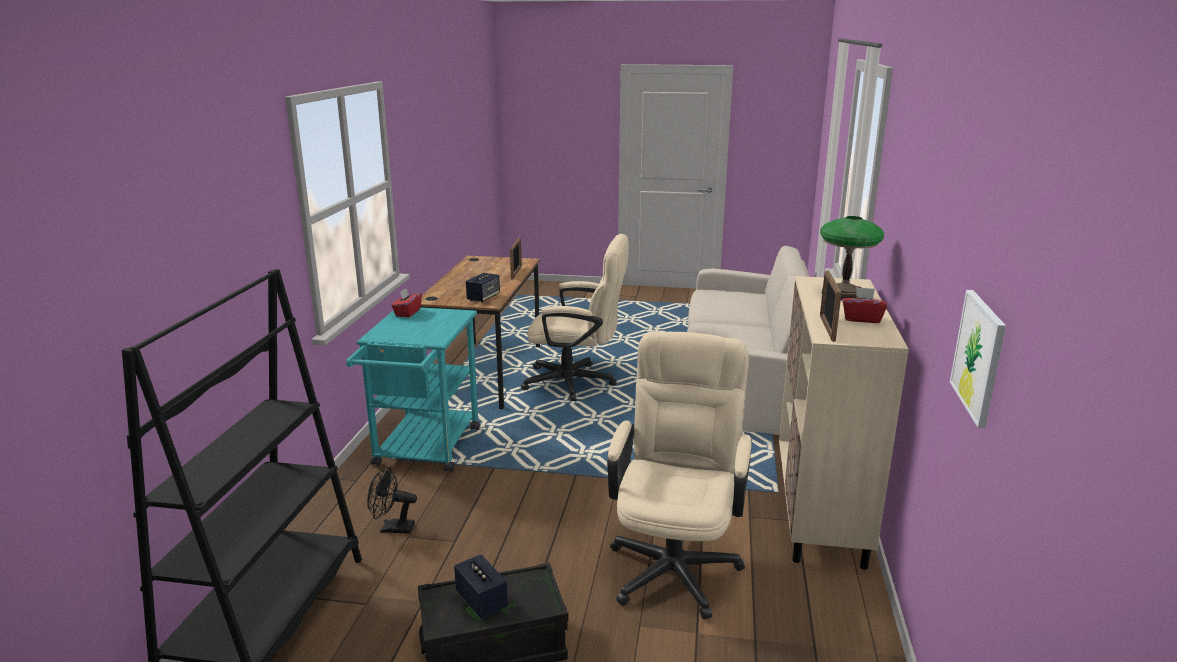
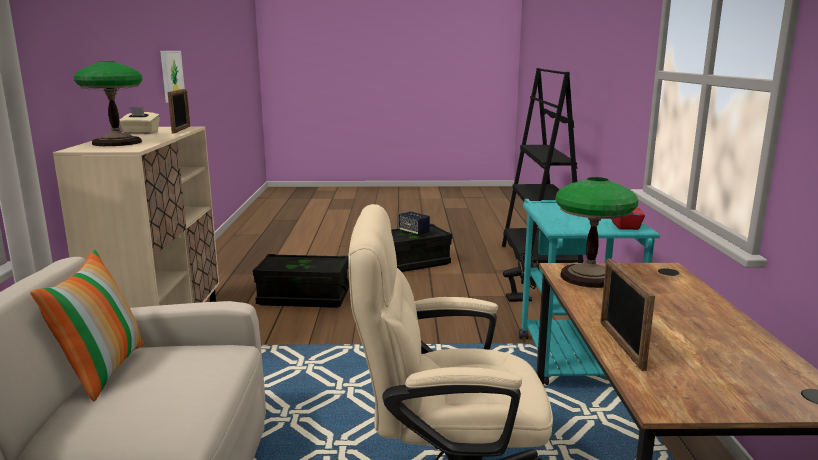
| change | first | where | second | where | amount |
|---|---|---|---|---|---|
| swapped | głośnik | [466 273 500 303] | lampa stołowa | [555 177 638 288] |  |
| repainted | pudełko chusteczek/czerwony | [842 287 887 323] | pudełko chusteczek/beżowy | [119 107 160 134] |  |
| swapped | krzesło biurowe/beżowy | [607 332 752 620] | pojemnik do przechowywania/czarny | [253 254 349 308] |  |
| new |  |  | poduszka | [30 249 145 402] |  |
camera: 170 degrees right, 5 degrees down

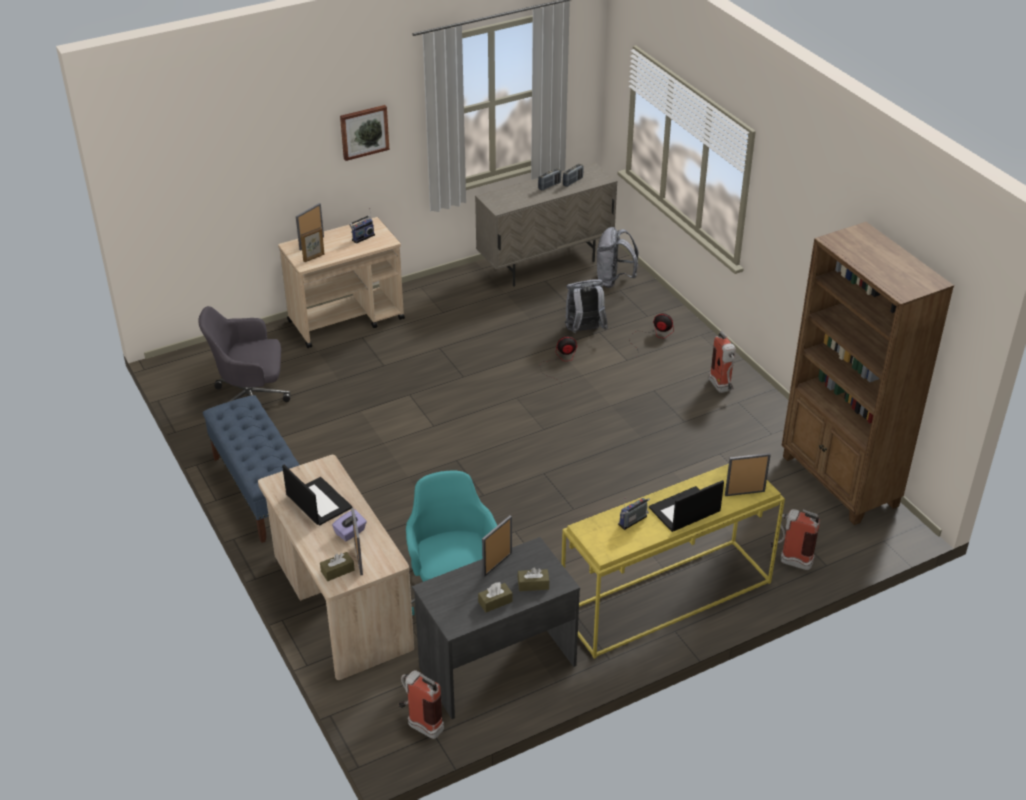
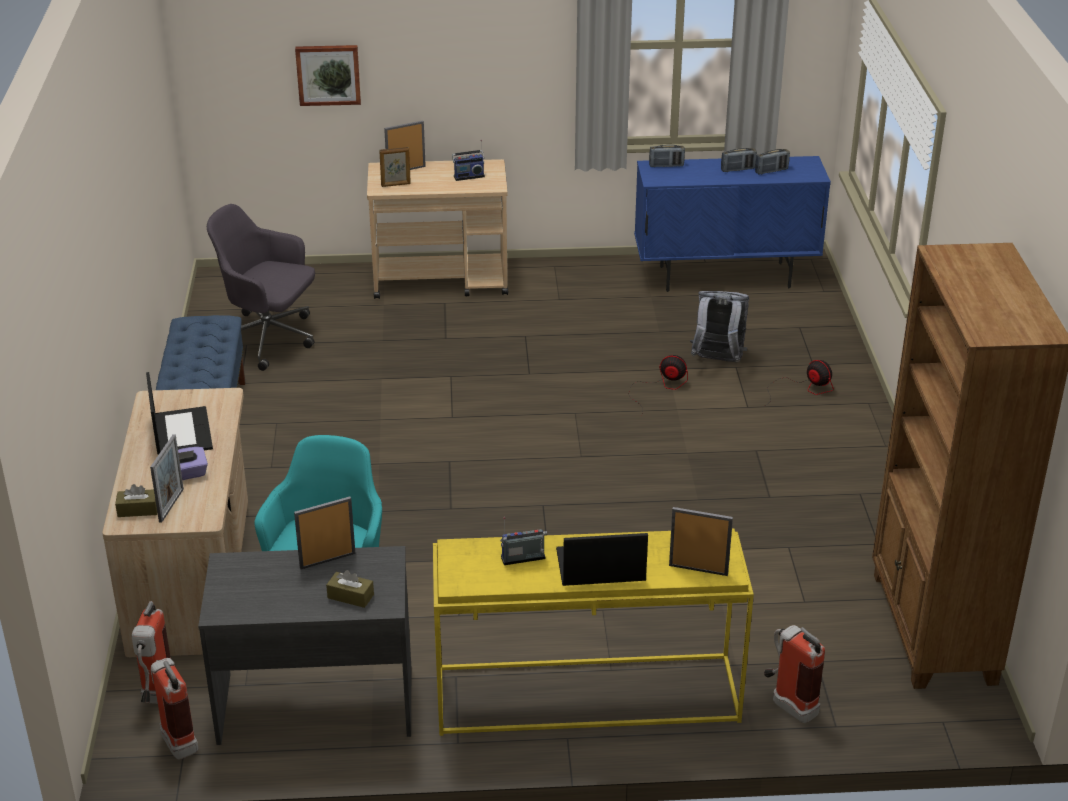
| change | first | where | second | where | amount |
|---|---|---|---|---|---|
| shifted | obraz | [340 105 390 161] |  | [295 45 361 106] |  |
| repainted | szafka/beżowy | [475 162 618 287] | szafka/niebieski | [634 156 831 292] |  |
| gone | plecak/szary | [597 227 638 288] |  |  |  |
| shifted | gaśnica | [709 331 736 393] |  | [132 601 171 704] |  |
| gone | pudełko chusteczek/brązowy | [478 582 513 613] |  |  |  |
| new |  |  | radio | [649 144 685 167] |  |
camera: 25 degrees right, 5 degrees down

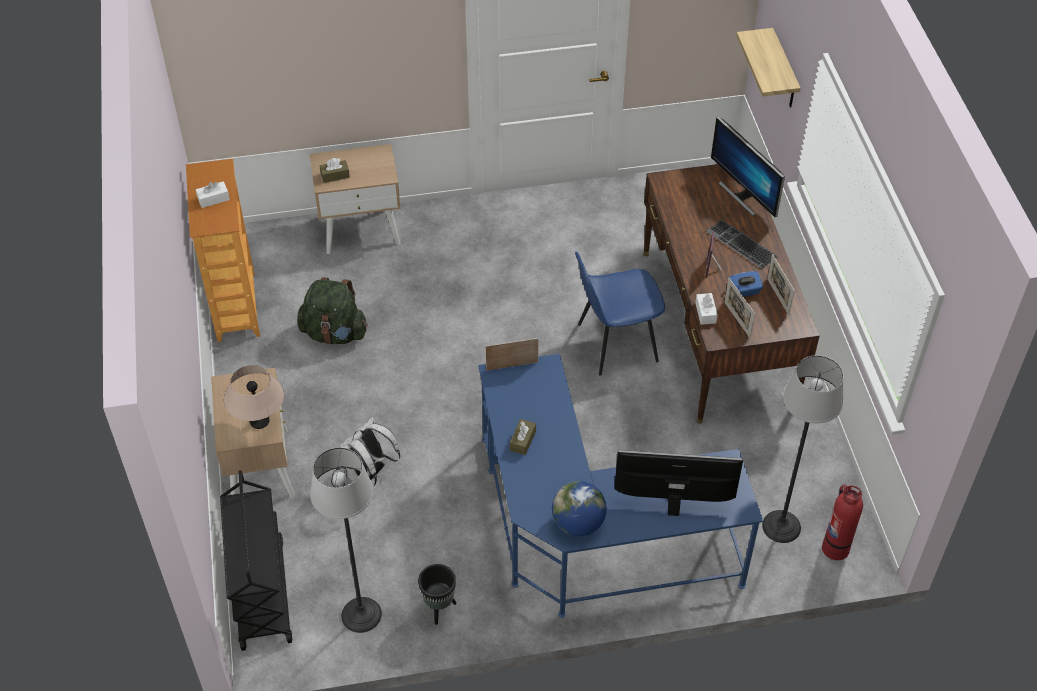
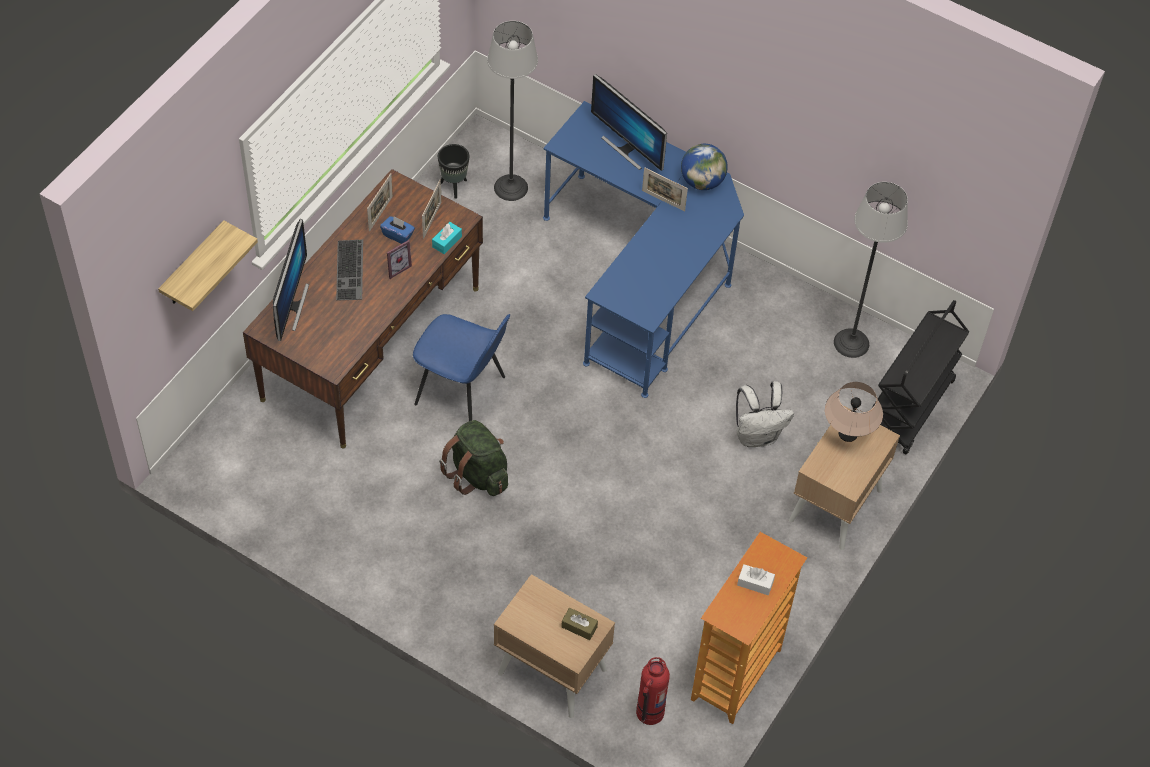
| change | first | where | second | where | amount |
|---|---|---|---|---|---|
| shifted | plecak/zielony | [297 277 368 344] |  | [439 420 508 496] |  |
| repainted | pudełko chusteczek/biały | [695 293 718 325] | pudełko chusteczek/turkusowy | [432 222 462 254] |  |
| shifted | ramka na zdjęcie | [485 338 539 371] |  | [642 167 688 212] |  |
| gone | pudełko chusteczek/brązowy | [510 419 536 455] |  |  |  |
| shifted | gaśnica | [822 484 863 560] |  | [636 657 670 725] |  |
| shifted | donica/czarny | [418 564 457 625] |  | [438 144 469 199] |  |
camera: 140 degrees left, 5 degrees up

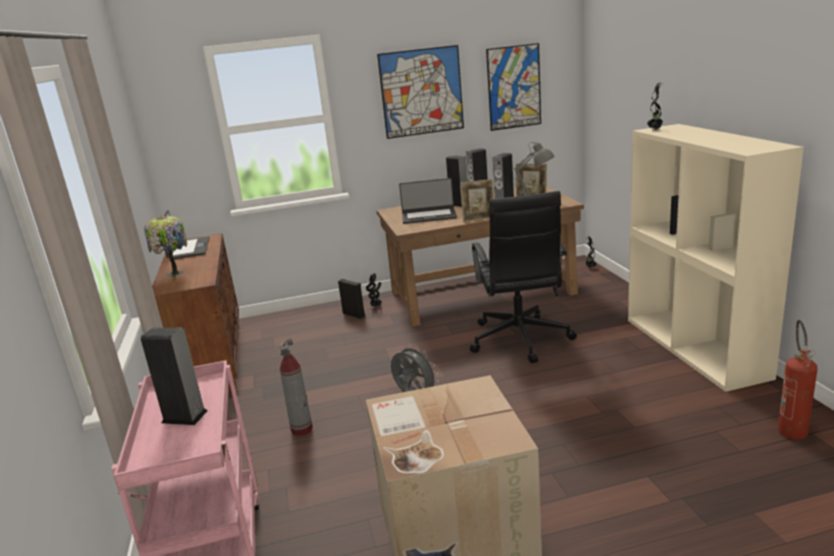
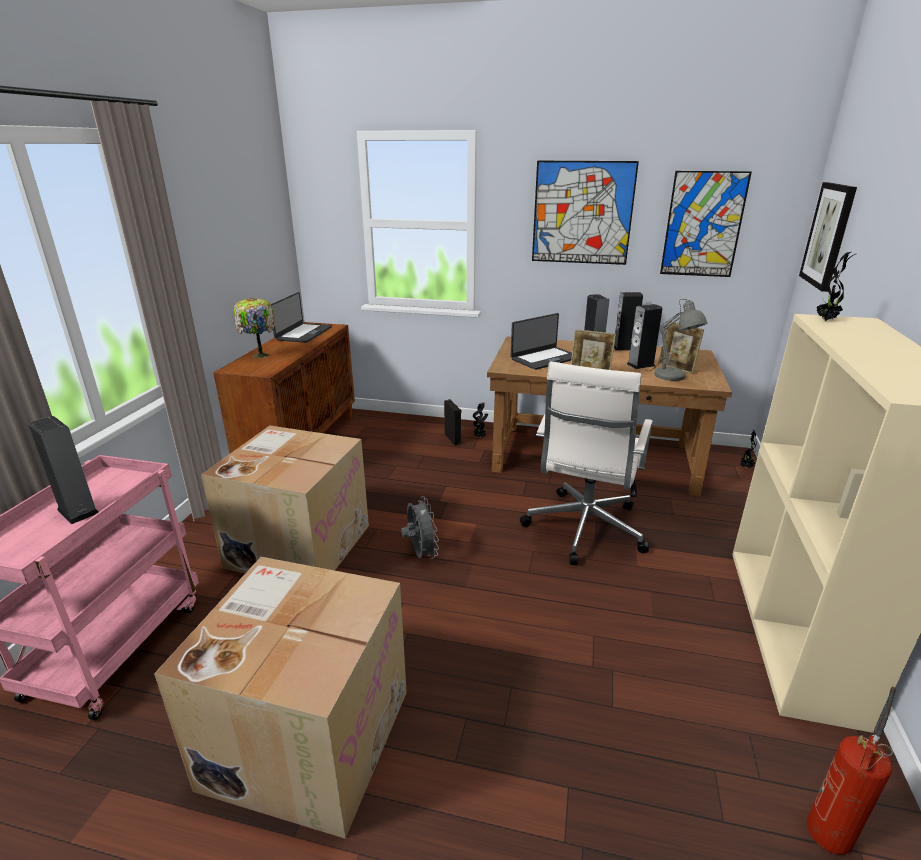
| change | first | where | second | where | amount |
|---|---|---|---|---|---|
| rotated | laptop | [399 178 457 224] |  | [511 313 572 370] | 60 degrees counterclockwise |
| repainted | krzesło biurowe/czarny | [470 191 577 363] | krzesło biurowe/biały | [520 361 653 565] |  |
| swapped | gaśnica | [279 338 313 436] | karton | [201 426 369 574] |  |
| new |  |  | obraz | [799 182 857 292] |  |
camera: 25 degrees right, 5 degrees up

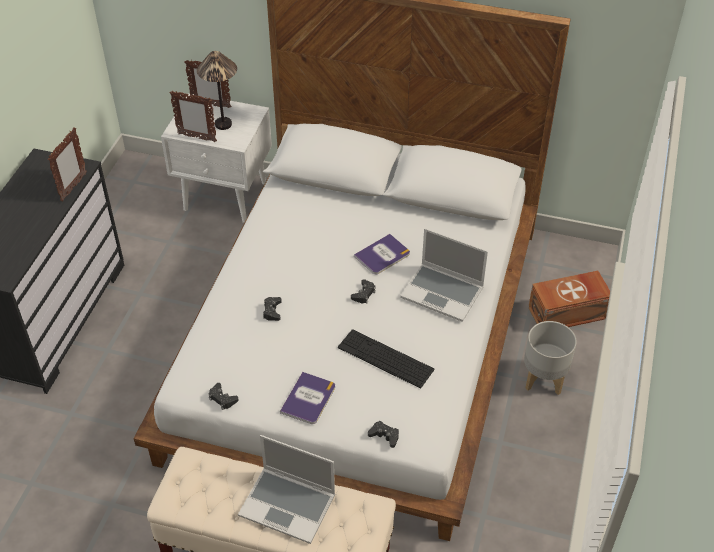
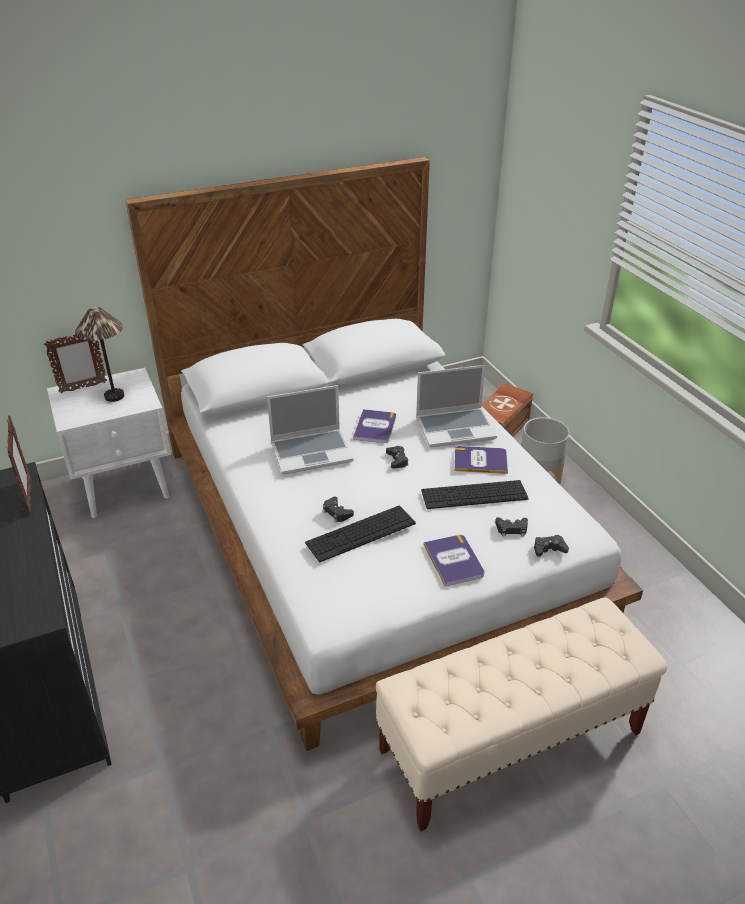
| change | first | where | second | where | amount |
|---|---|---|---|---|---|
| gone | ramka na zdjęcie | [170 91 217 142] |  |  |  |
| shifted | pad do gier/czarny | [208 383 239 410] |  | [495 517 528 536] |  |
| shifted | laptop | [238 435 335 544] |  | [267 385 354 475] |  |
| new |  |  | książka | [455 446 508 474] |  |
| new |  |  | klawiatura | [305 505 416 563] |  |
camera: 40 degrees left, 10 degrees down

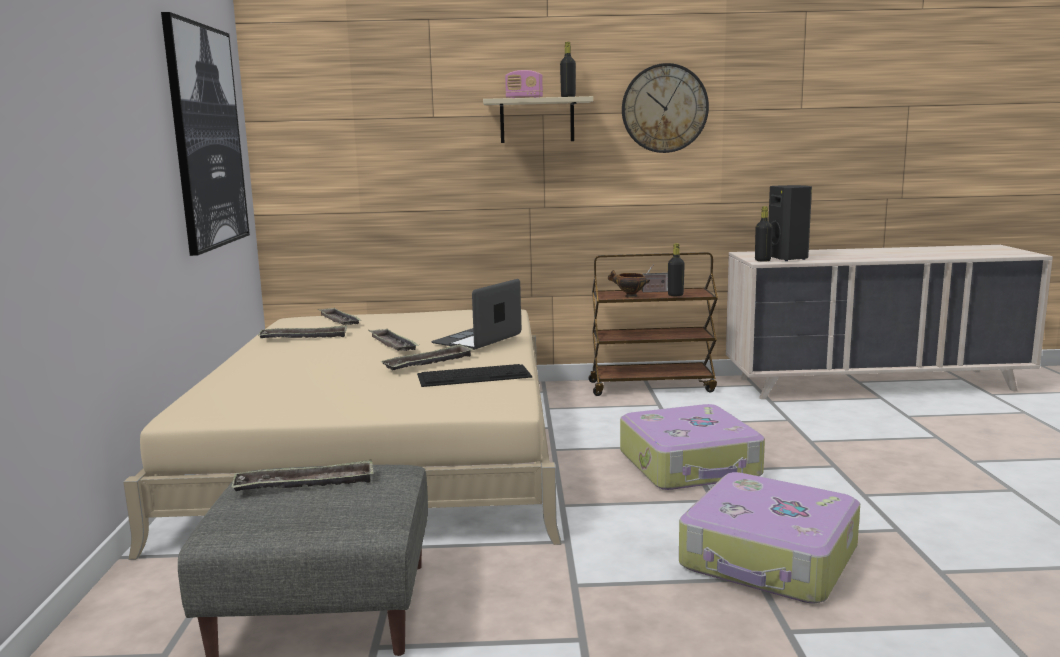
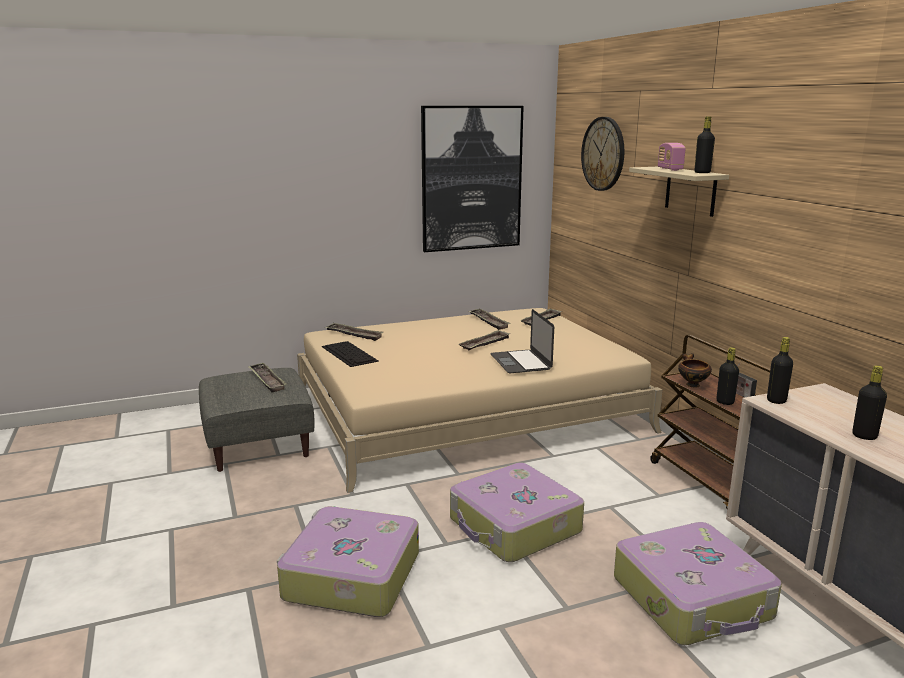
| change | first | where | second | where | amount |
|---|---|---|---|---|---|
| shifted | zegar ścienny | [622 63 709 153] |  | [581 117 624 191] |  |
| gone | głośnik/czarny | [769 185 812 261] |  |  |  |
| rotated | laptop | [431 279 521 350] |  | [490 309 554 373] | 120 degrees counterclockwise |
| shifted | taca | [380 344 474 370] |  | [325 323 384 341] |  |
| shifted | klawiatura | [417 364 532 387] |  | [322 341 379 367] |  |
| new |  |  | butelka/czarny | [852 365 887 440] |  |
| new |  |  | walizka | [614 522 782 645] |  |
camera: 70 degrees right, 5 degrees up

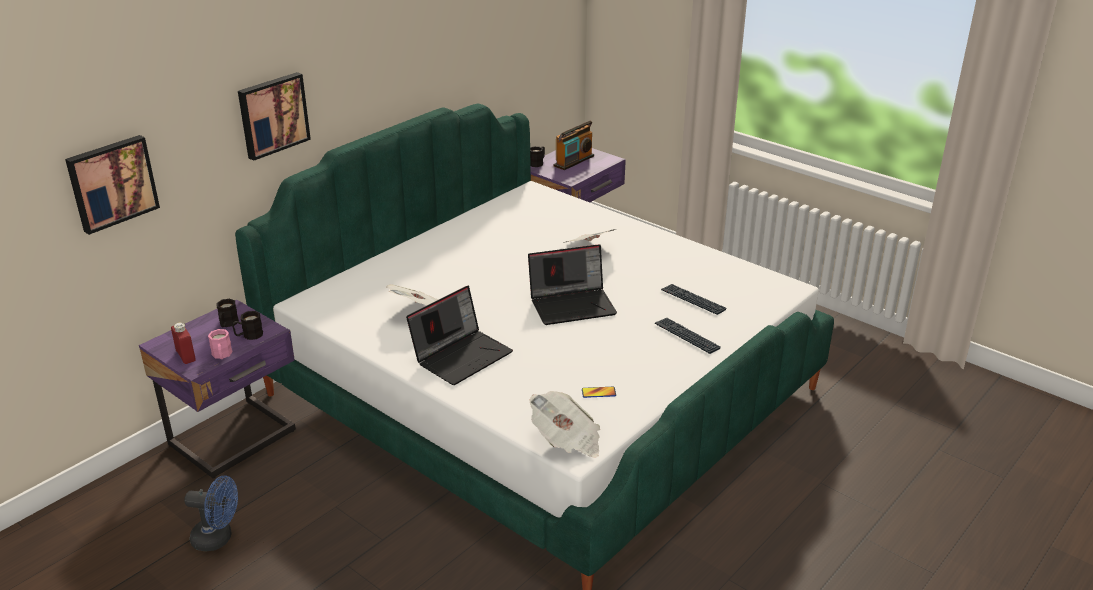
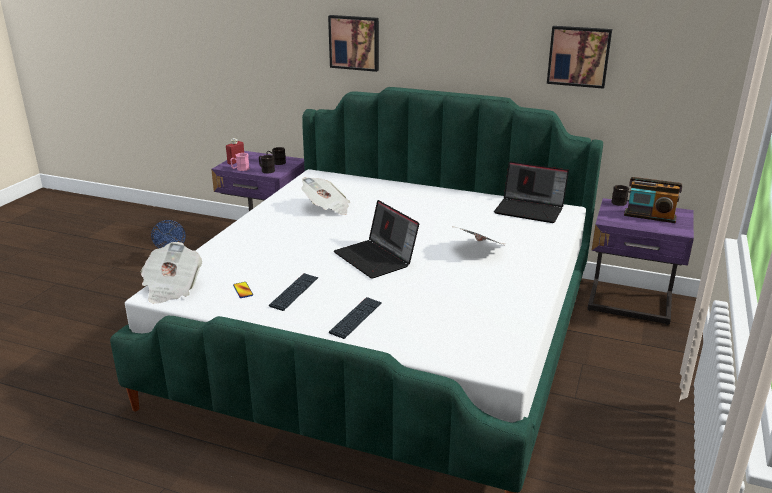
| change | first | where | second | where | amount |
|---|---|---|---|---|---|
| shifted | obraz | [65 135 160 235] |  | [547 26 612 89] |  |
| shifted | klawiatura | [661 284 727 315] |  | [269 273 319 311] |  |
| shifted | laptop | [406 286 513 385] |  | [494 161 569 223] |  |
camera: 70 degrees right, 5 degrees down

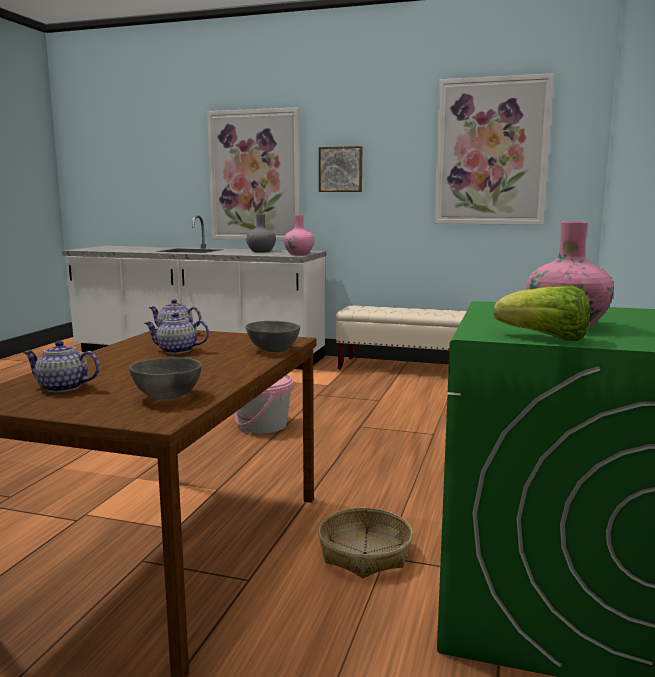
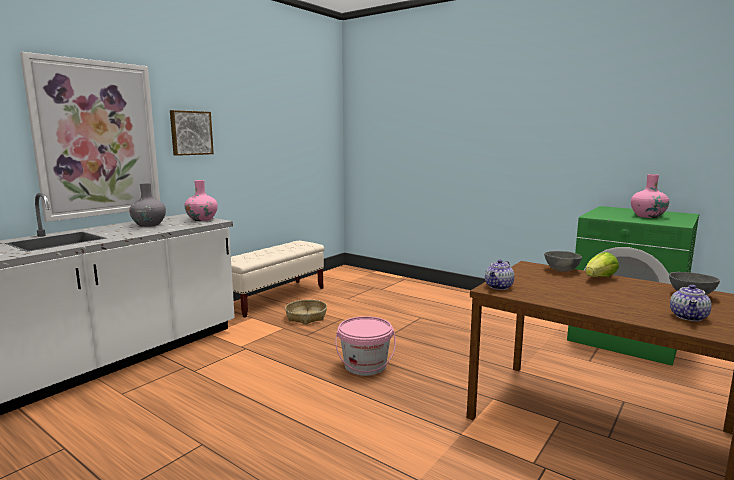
| change | first | where | second | where | amount |
|---|---|---|---|---|---|
| gone | obraz | [434 73 554 225] |  |  |  |
| shifted | sałata | [494 286 590 341] |  | [585 252 619 277] |  |
| gone | imbryk | [144 313 209 354] |  |  |  |
| shifted | koszyk | [318 508 413 578] |  | [285 300 327 325] |  |
camera: 70 degrees left, 0 degrees up

